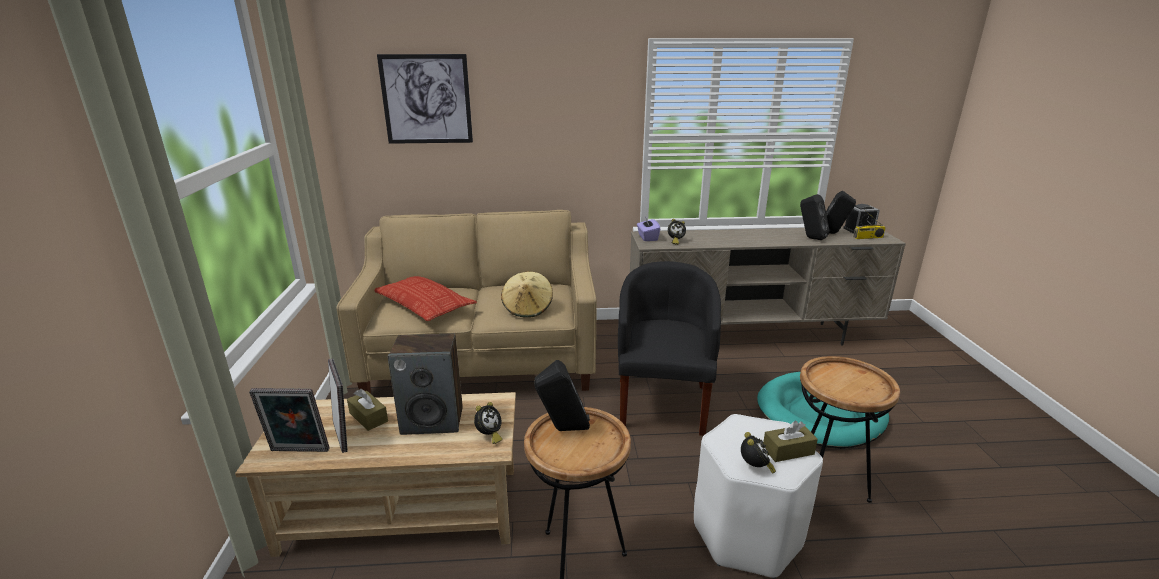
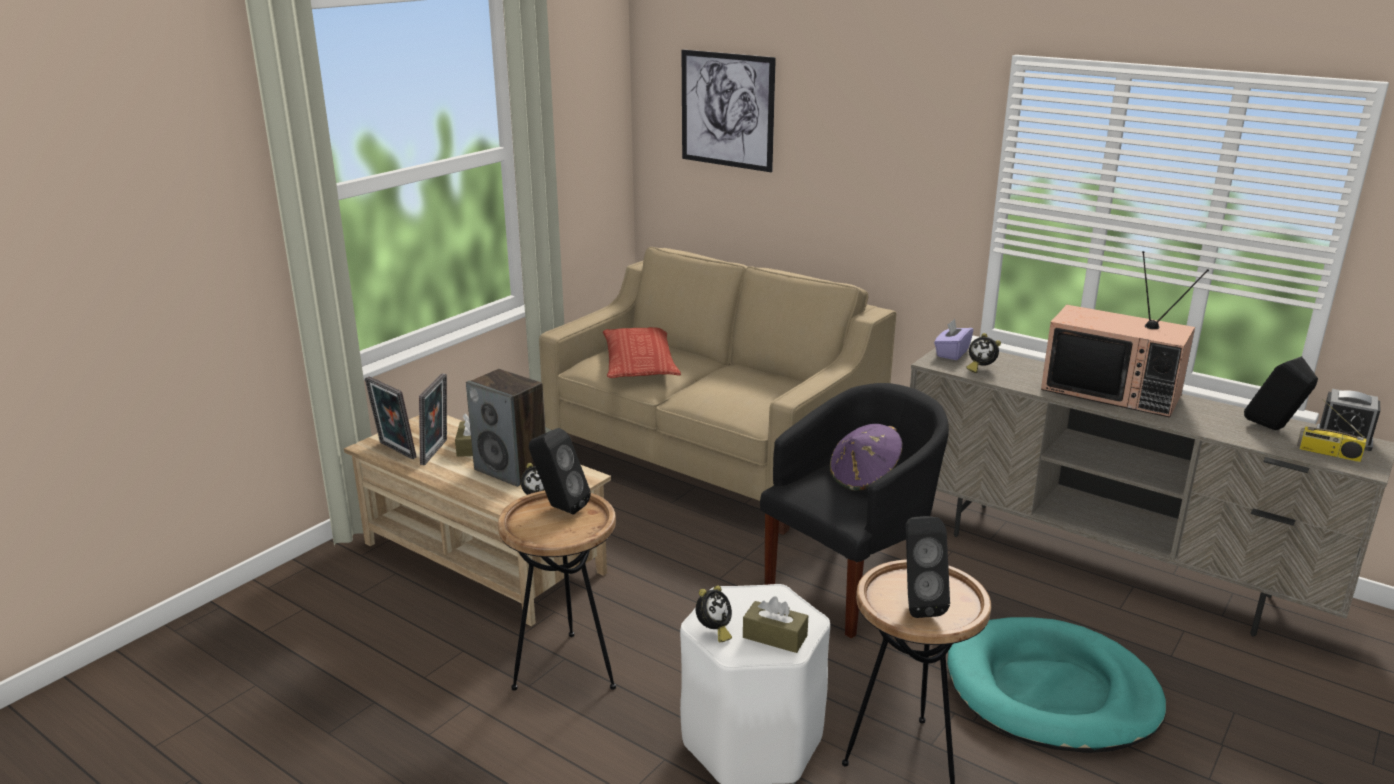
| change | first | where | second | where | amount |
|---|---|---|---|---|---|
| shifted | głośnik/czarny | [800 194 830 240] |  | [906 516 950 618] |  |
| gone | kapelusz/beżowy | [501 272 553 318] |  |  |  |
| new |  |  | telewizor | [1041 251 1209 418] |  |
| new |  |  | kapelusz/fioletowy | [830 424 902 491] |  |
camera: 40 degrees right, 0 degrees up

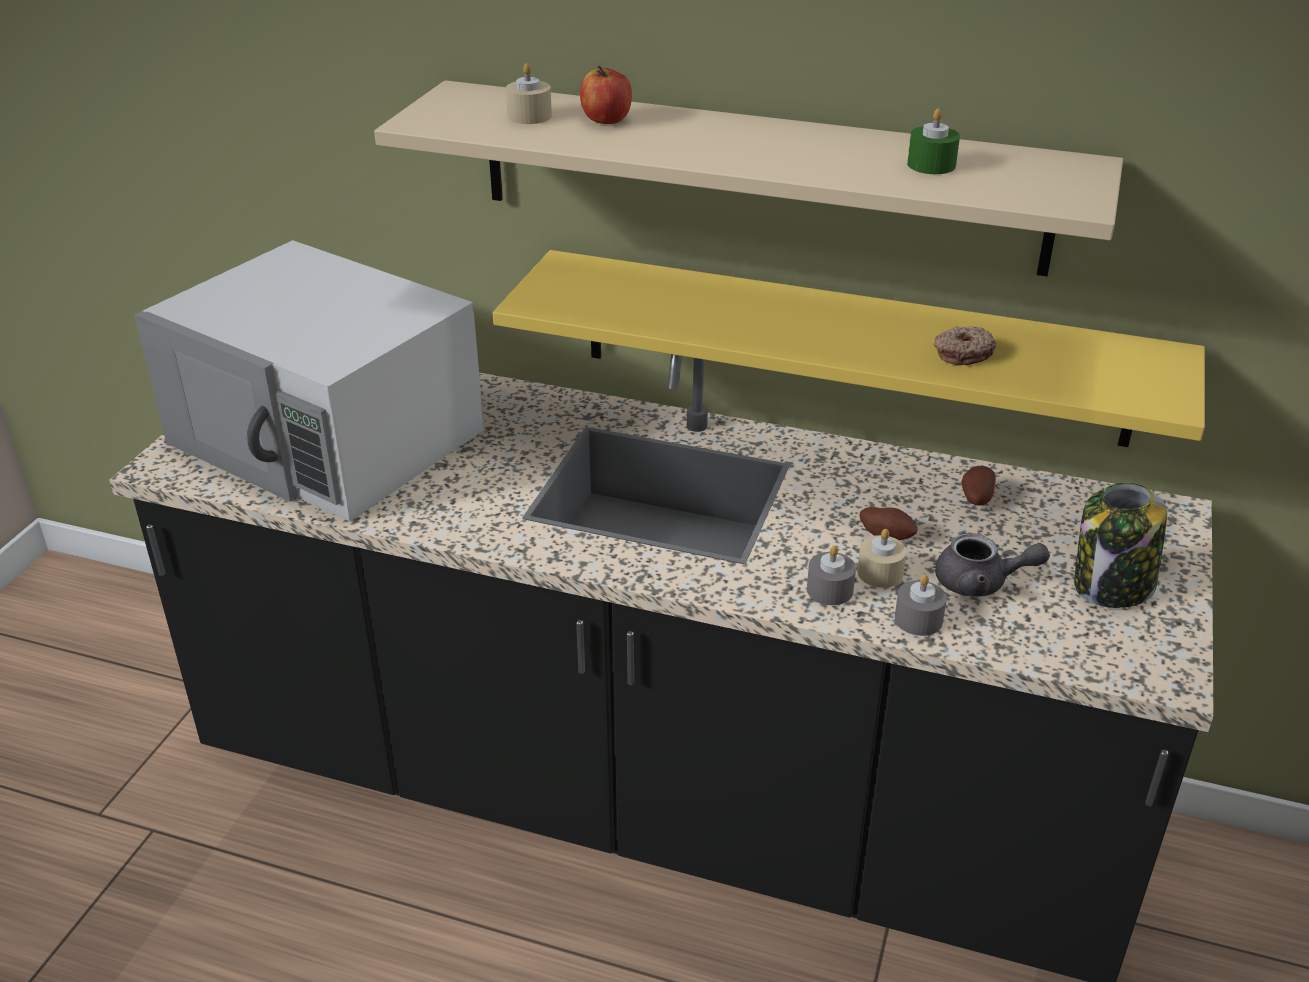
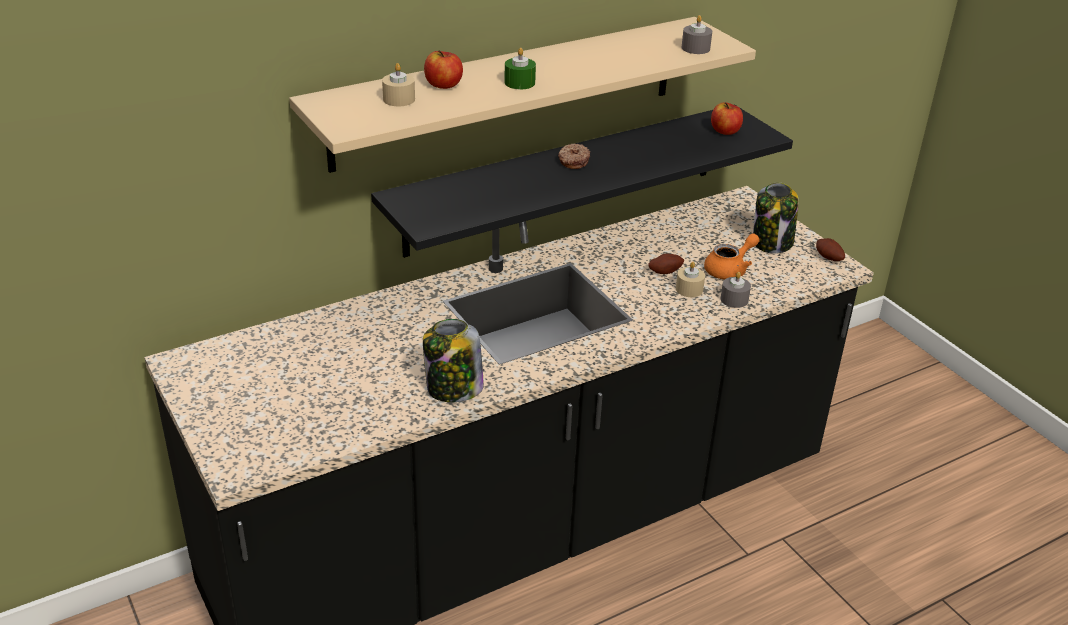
| change | first | where | second | where | amount |
|---|---|---|---|---|---|
| shifted | świeca/zielony | [907 108 960 174] |  | [504 48 536 89] |  |
| gone | mikrofalówka/biały | [134 240 484 522] |  |  |  |
| repainted | półka/żółty | [493 250 1205 447] | półka/czarny | [371 106 793 258] |  |
| shifted | donut | [934 326 996 365] |  | [558 143 590 169] |  |
| shifted | ziemniak | [961 466 996 505] |  | [816 238 845 261] |  |
| repainted | imbryk/szary | [935 533 1050 597] | imbryk/pomarańczowy | [704 233 760 279] |  |
| shifted | świeca/szary | [807 546 856 605] |  | [681 15 712 54] |  |
| new |  |  | jabłko | [711 102 743 135] |  |
| new |  |  | słoik | [423 319 484 402] |  |
camera: 50 degrees left, 0 degrees up

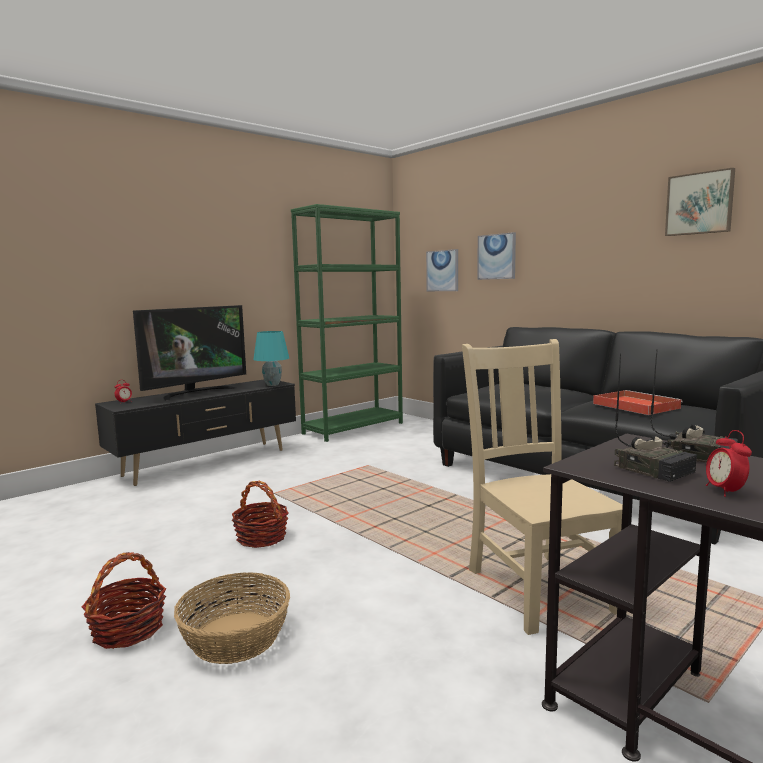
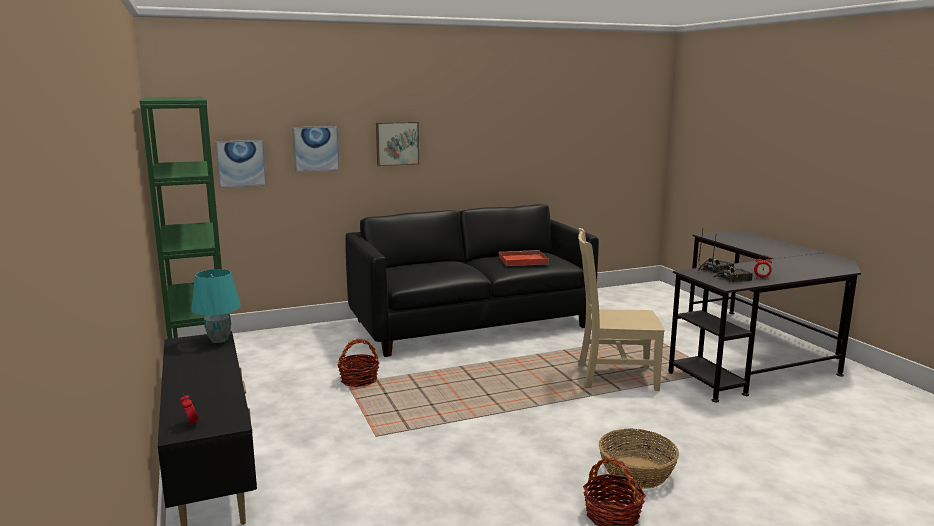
| change | first | where | second | where | amount |
|---|---|---|---|---|---|
| shifted | obraz | [665 168 735 236] |  | [376 122 419 166] |  |
| gone | telewizor | [133 305 246 401] |  |  |  |
| shifted | koszyk | [232 481 288 548] |  | [338 339 379 387] |  |
camera: 70 degrees left, 5 degrees up

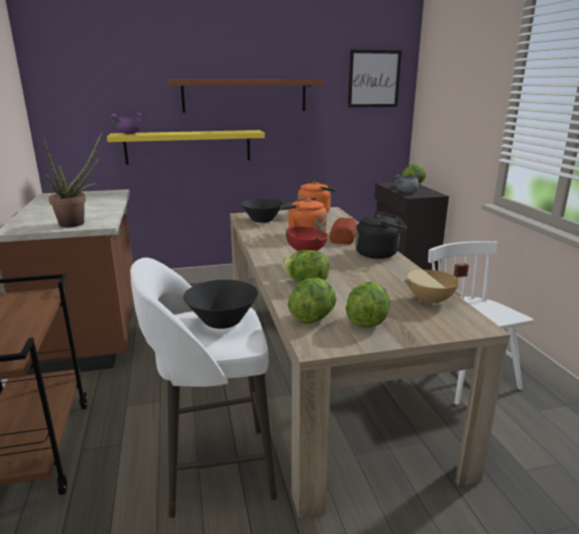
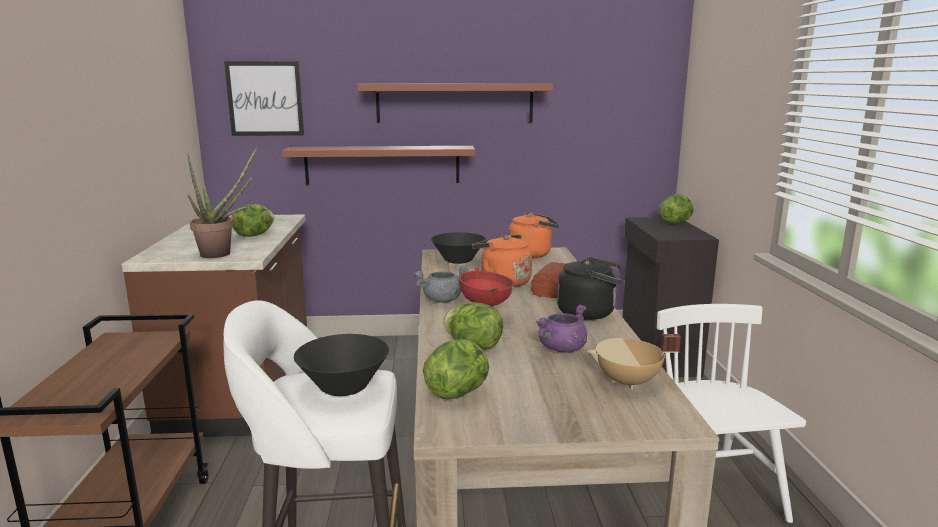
| change | first | where | second | where | amount |
|---|---|---|---|---|---|
| shifted | obraz | [348 50 402 108] |  | [224 61 304 136] |  |
| shifted | garnek/fioletowy | [110 113 142 134] |  | [535 305 587 353] |  |
| repainted | półka/żółty | [107 130 265 165] | półka/brązowy | [282 146 475 184] |  |
| shifted | garnek/szary | [394 172 420 193] |  | [414 266 468 303] |  |
| shifted | sałata | [346 282 390 328] |  | [232 204 274 237] |  |
camera: 10 degrees right, 5 degrees down

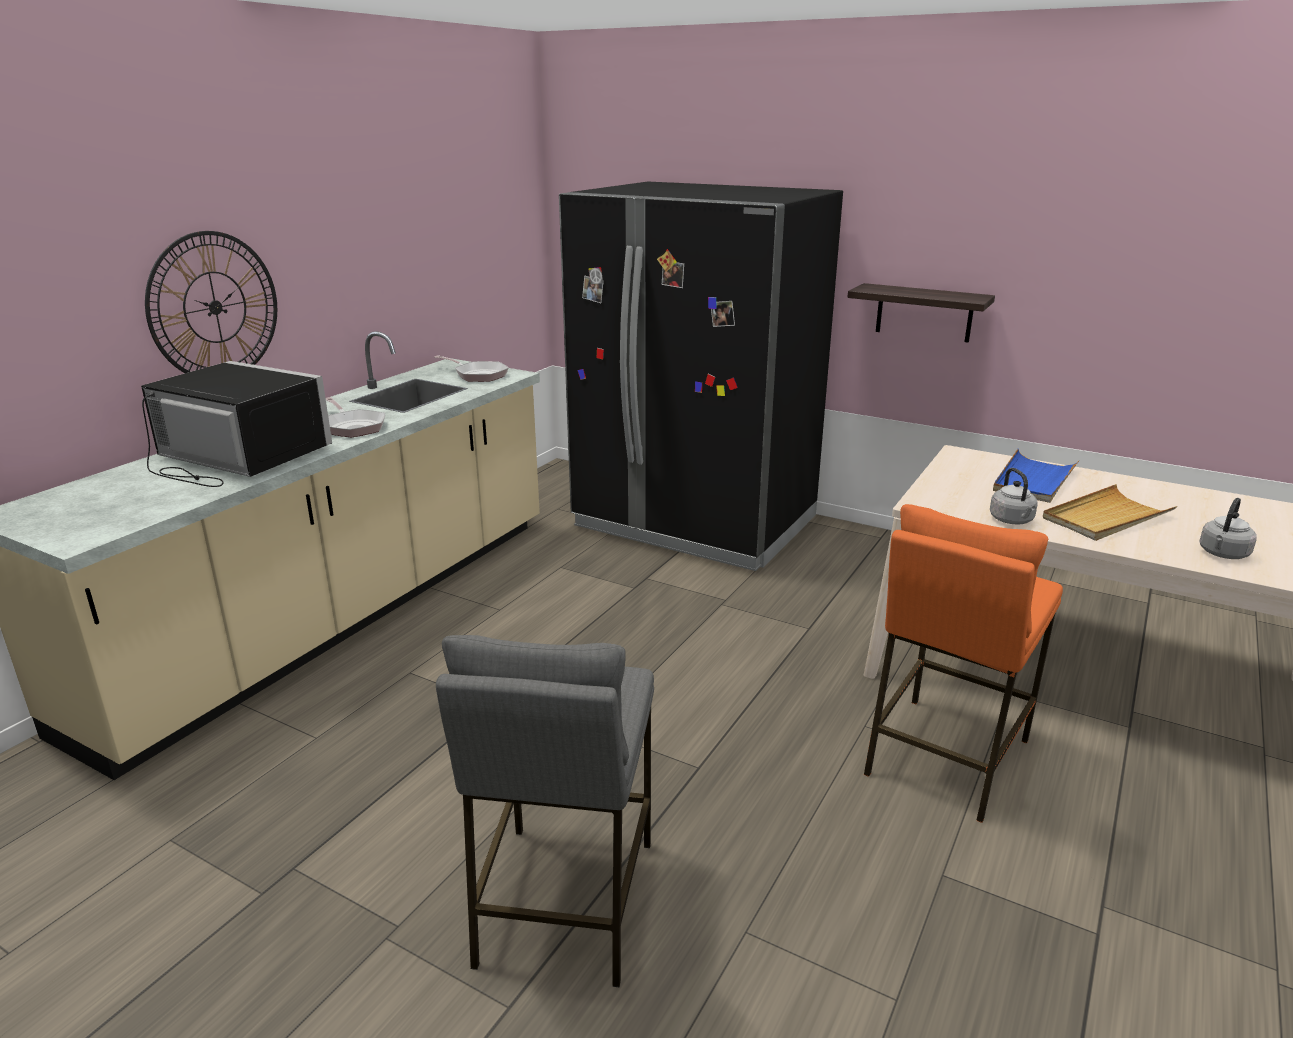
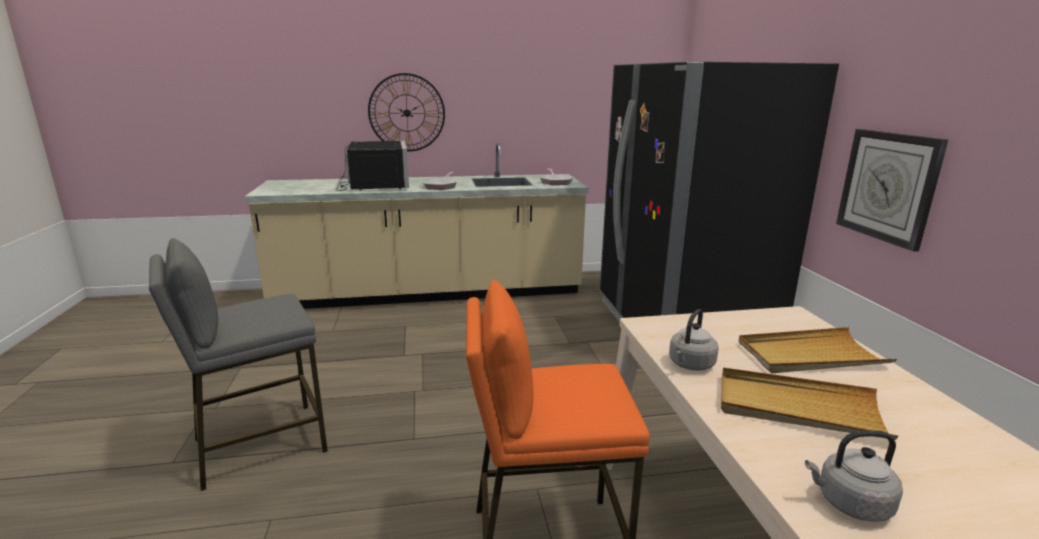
| change | first | where | second | where | amount |
|---|---|---|---|---|---|
| swapped | półka | [847 283 995 343] | zegar ścienny | [836 129 948 252] |  |
| repainted | taca/niebieski | [993 449 1080 503] | taca/beżowy | [739 327 897 373] |  |
camera: 50 degrees right, 5 degrees down

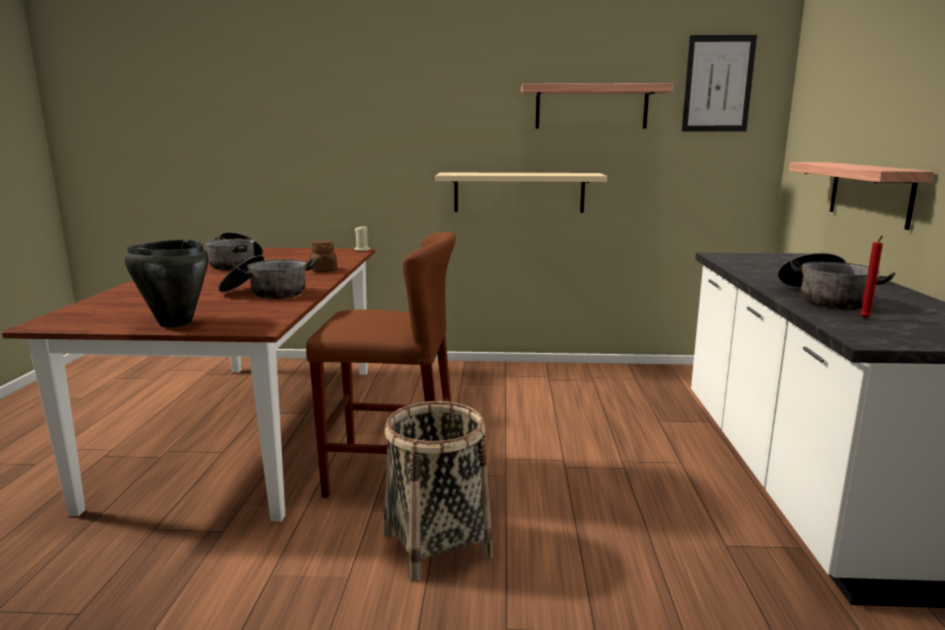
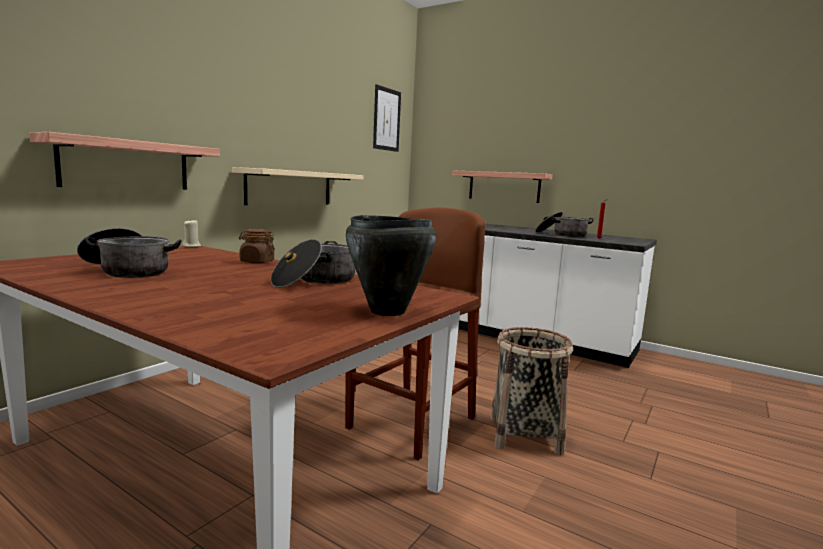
| change | first | where | second | where | amount |
|---|---|---|---|---|---|
| shifted | półka | [521 83 673 129] |  | [29 132 220 190] |  |
camera: 60 degrees left, 5 degrees down

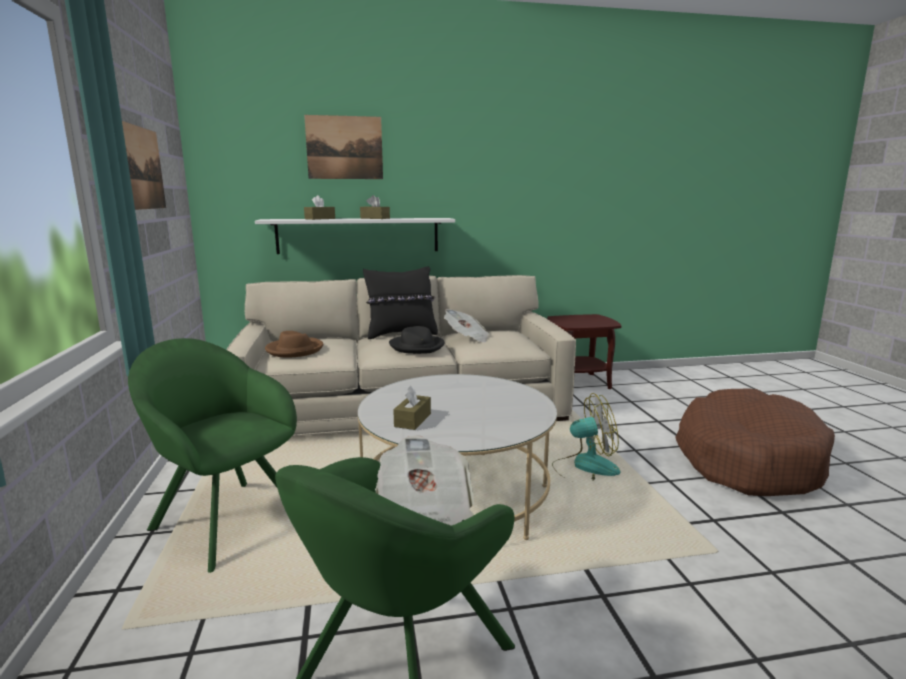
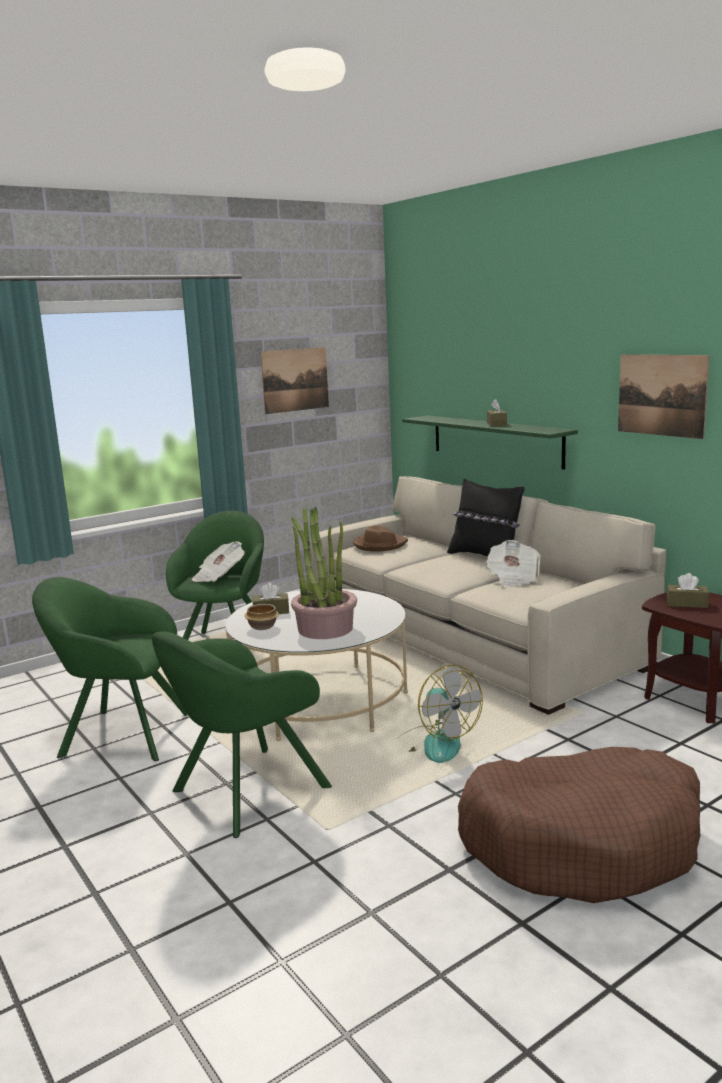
| change | first | where | second | where | amount |
|---|---|---|---|---|---|
| shifted | obraz | [304 115 383 179] |  | [618 355 709 439] |  |
| shifted | pudełko chusteczek/brązowy | [304 195 335 220] |  | [667 573 709 608] |  |
| repainted | półka/biały | [255 218 455 254] | półka/zielony | [402 416 578 470] |  |
| gone | kapelusz/czarny | [389 326 445 354] |  |  |  |
| shifted | gazeta | [375 435 474 526] |  | [192 541 244 582] |  |
| new |  |  | roślina doniczkowa | [291 507 357 639] |  |
| new |  |  | miska | [245 604 279 630] |  |
| new |  |  | fotel/zielony | [152 631 332 838] |  |
camera: 65 degrees right, 0 degrees up

